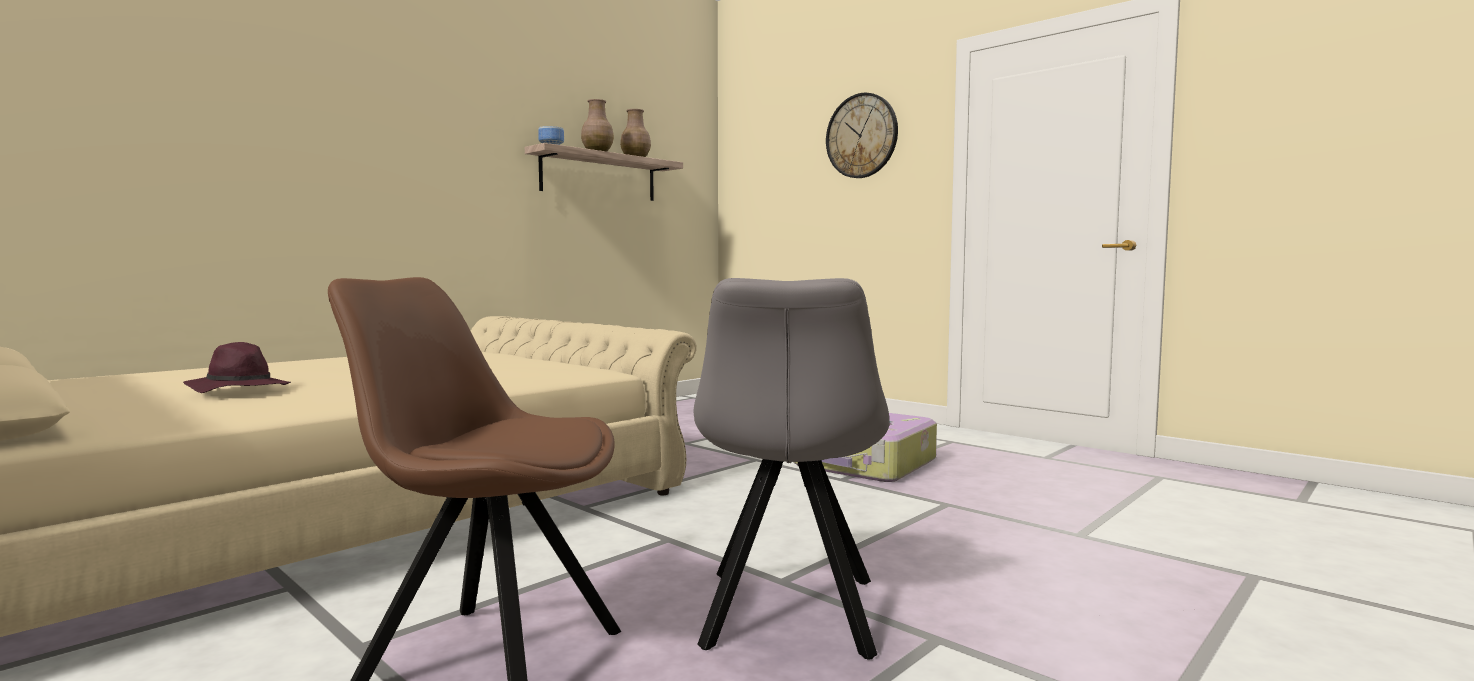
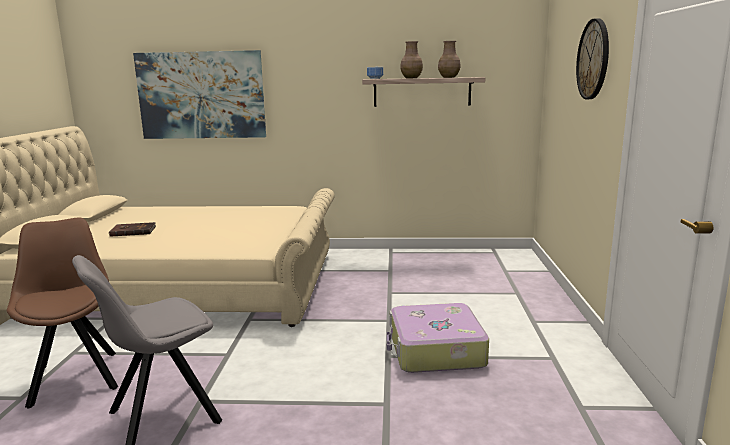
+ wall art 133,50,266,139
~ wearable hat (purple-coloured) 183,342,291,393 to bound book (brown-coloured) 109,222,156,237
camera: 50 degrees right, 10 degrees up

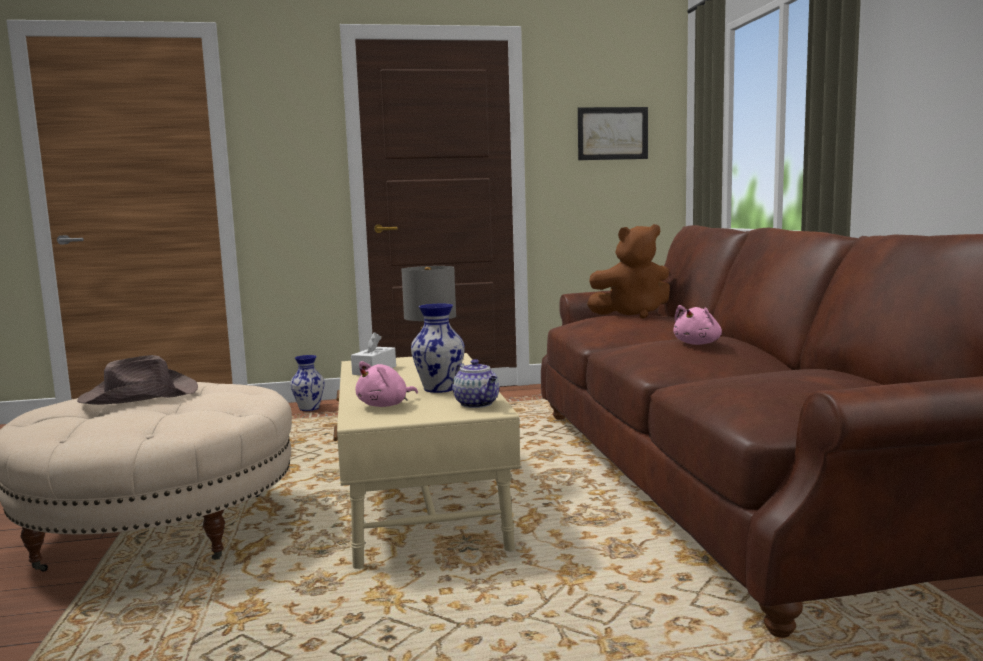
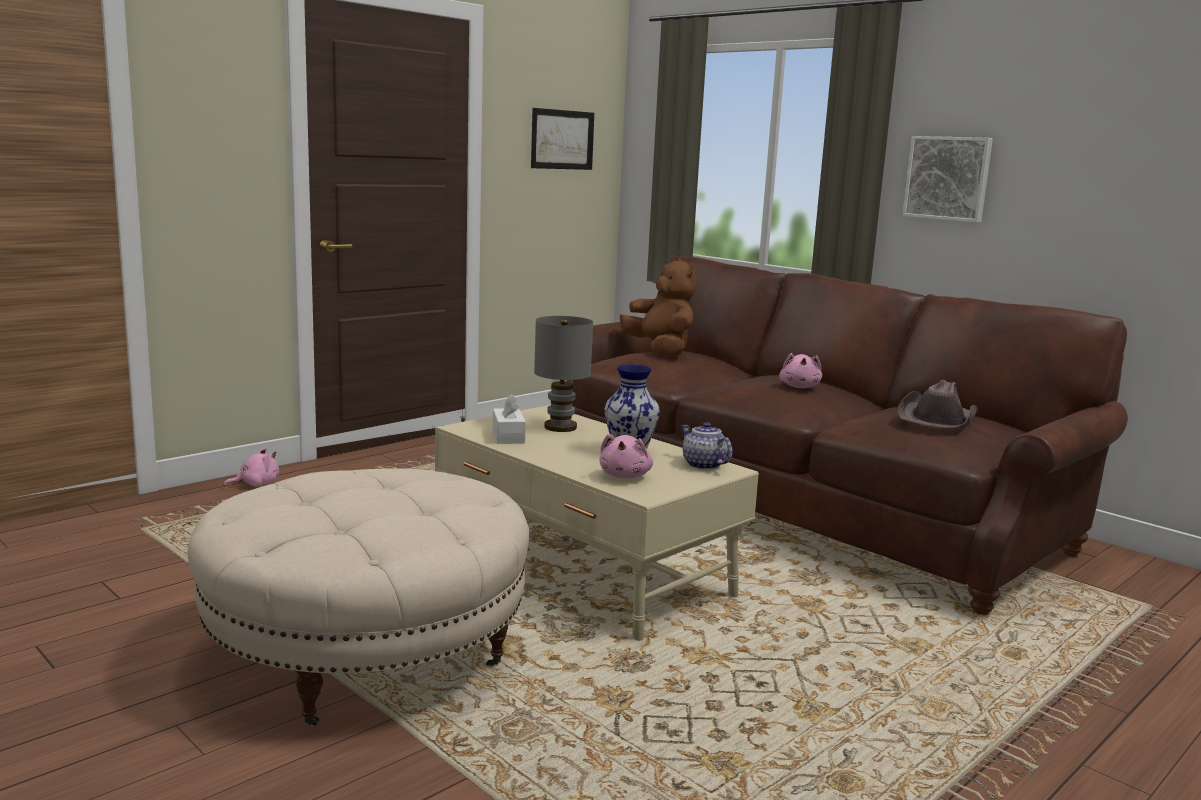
+ wall art 902,136,993,222
~ wearable hat (brown-coloured) 77,355,198,405 to 898,379,978,429
~ decorative vase 290,355,325,411 to soft toy (pink) 223,448,279,486
~ tea pot 452,359,499,408 = 681,422,733,470 150 degrees counterclockwise
~ soft toy (brown-coloured) 587,224,670,318 = 620,258,696,357 75 degrees counterclockwise
camera: 35 degrees left, 5 degrees up

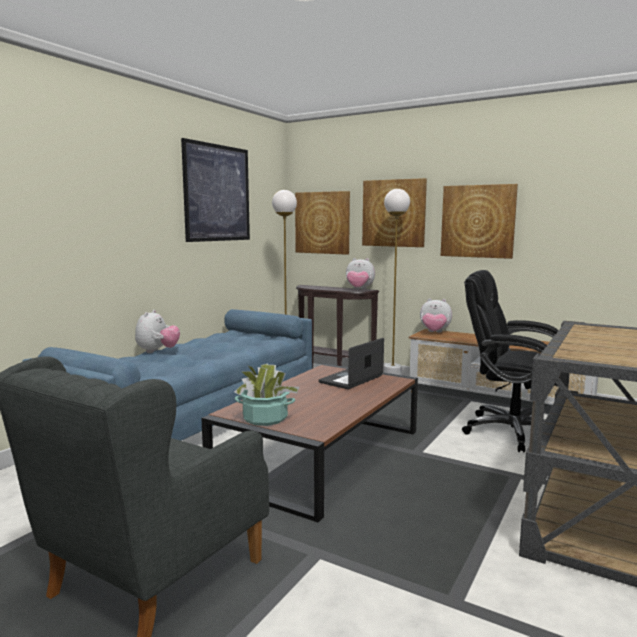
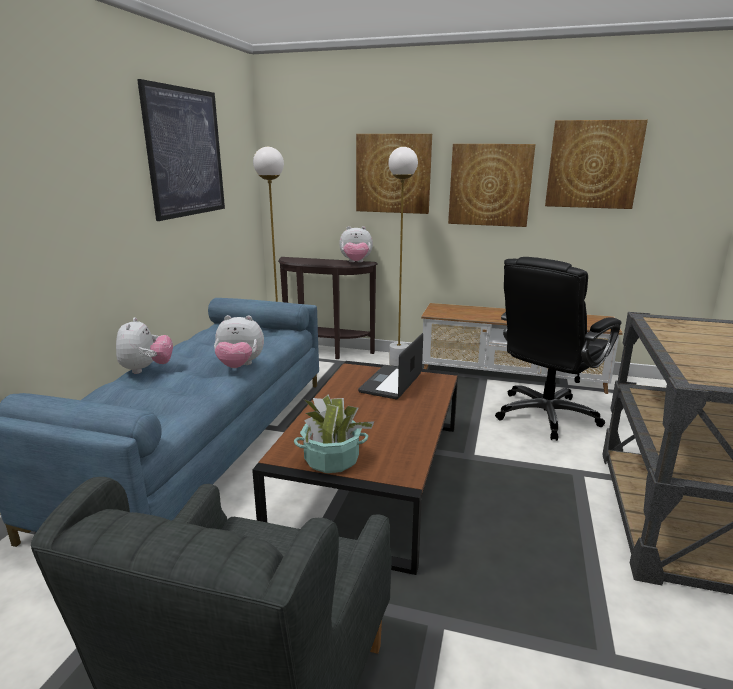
~ wall art 295,191,350,255 to 545,120,648,209
~ soft toy 420,298,452,332 to 214,315,264,368
~ desk chair (blackish) 462,270,560,453 = 495,257,621,441 60 degrees counterclockwise
camera: 15 degrees left, 10 degrees up

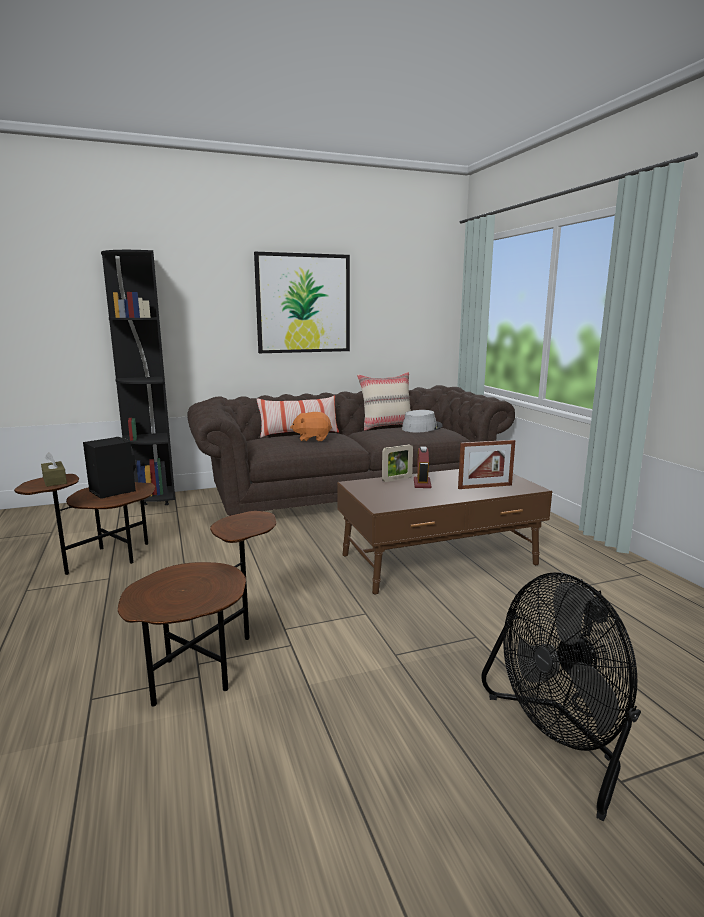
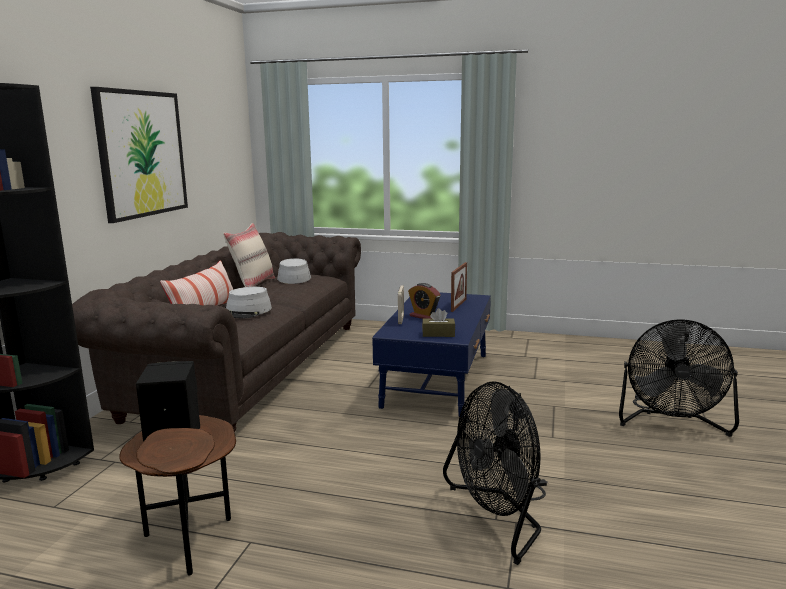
~ tissue box (brown-coloured) 41,452,67,487 to 422,308,455,337
~ side table (brown-coloured) 118,511,276,707 to fan (blackish) 443,382,549,565
~ soft toy (orange-coloured) 290,412,332,441 to wearable hat (greyish) 225,287,272,319
~ lounge table (brown-coloured) 337,469,552,594 to lounge table (bluish) 372,292,491,418
camera: 55 degrees left, 0 degrees up

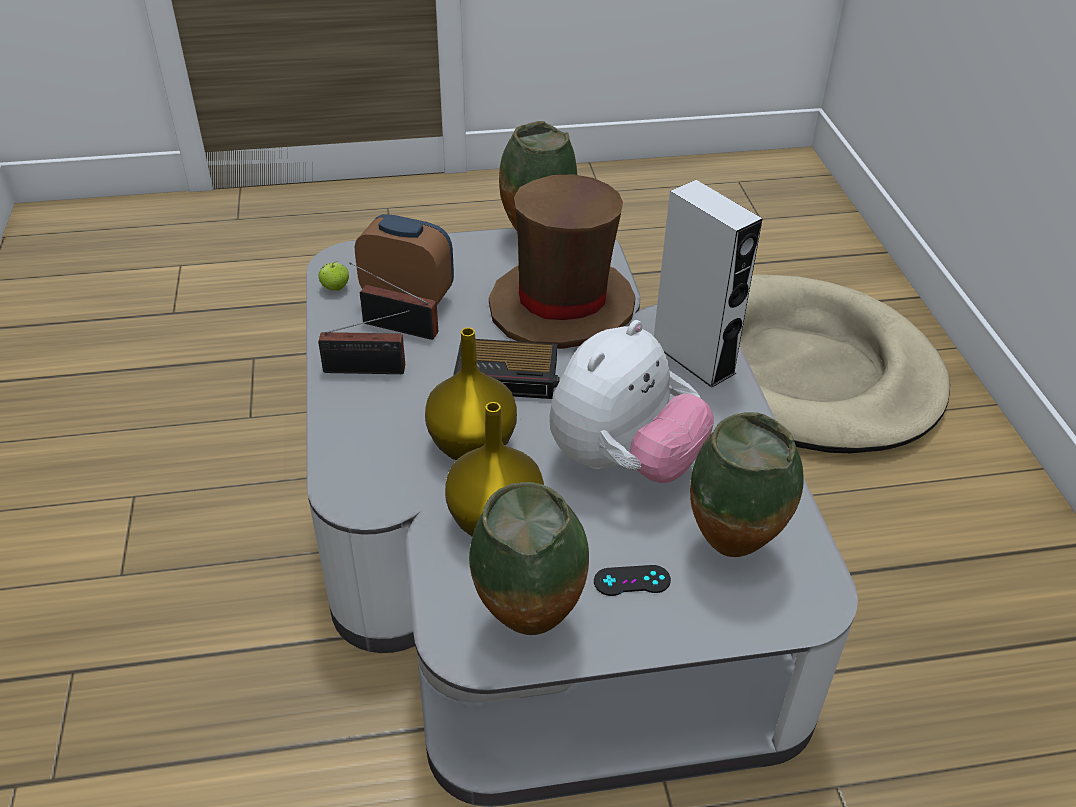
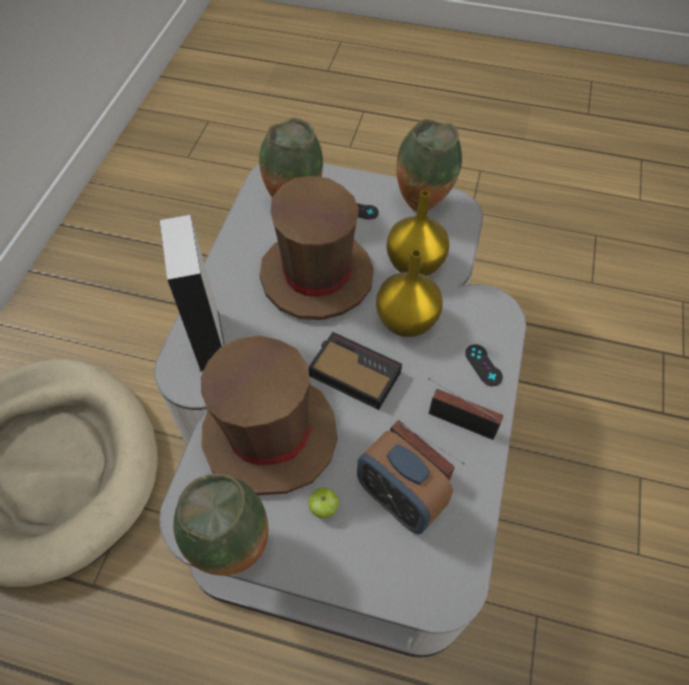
+ game controller (blackish) 465,344,503,386
~ apple 318,261,349,291 to 308,487,339,518
~ soft toy 549,320,714,483 to wearable hat (brown-coloured) 260,176,374,320
camera: 155 degrees left, 15 degrees up

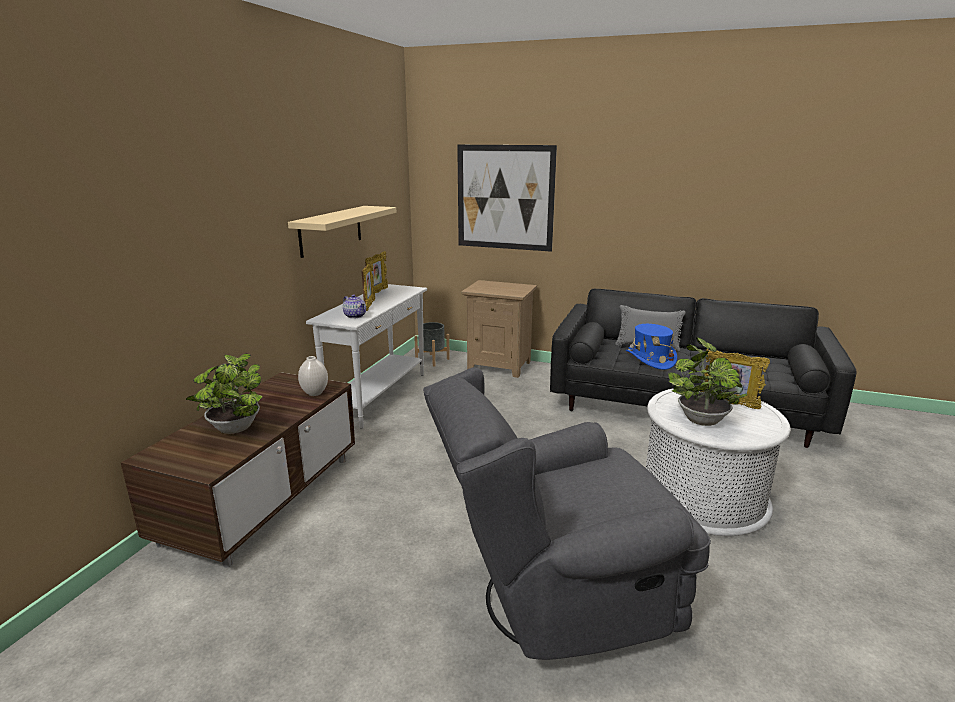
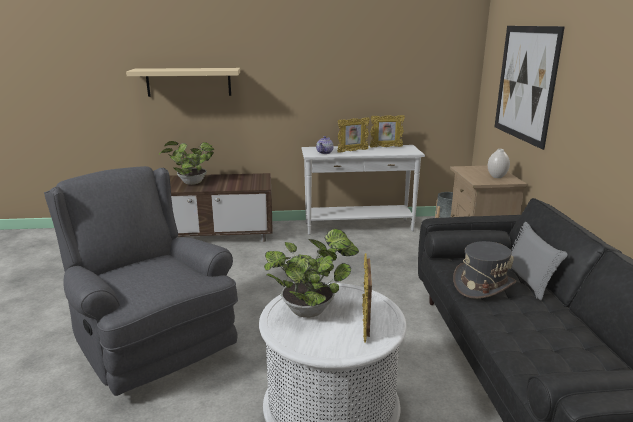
~ bracket shelf (sand-coloured) 288,206,396,258 to 126,68,240,97
~ decorative vase (whitish) 298,356,328,396 to 488,149,510,178
~ wearable hat (bluish) 626,324,677,370 to wearable hat (greyish) 453,241,516,299
camera: 65 degrees right, 0 degrees up

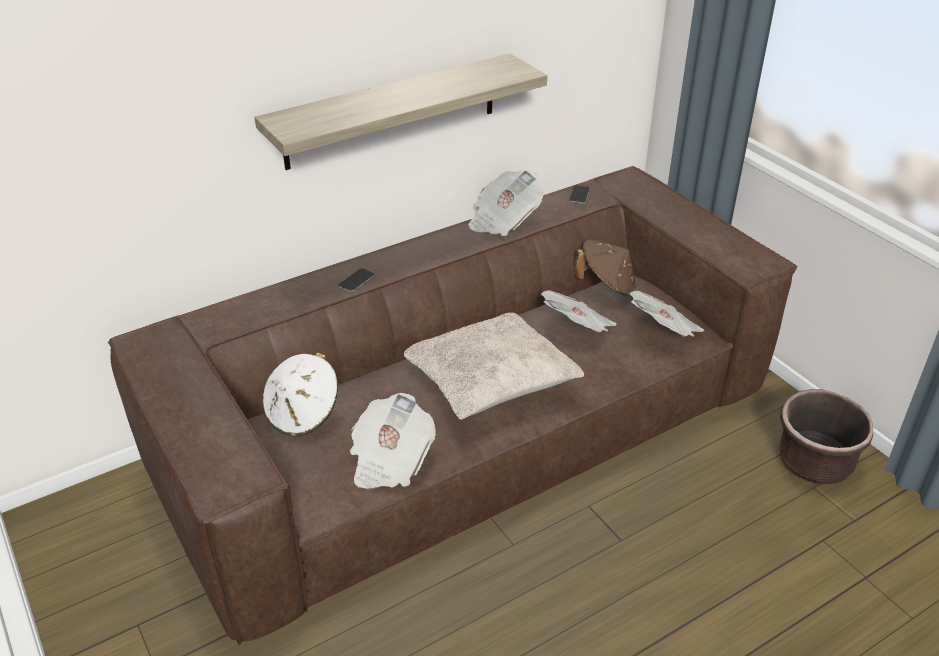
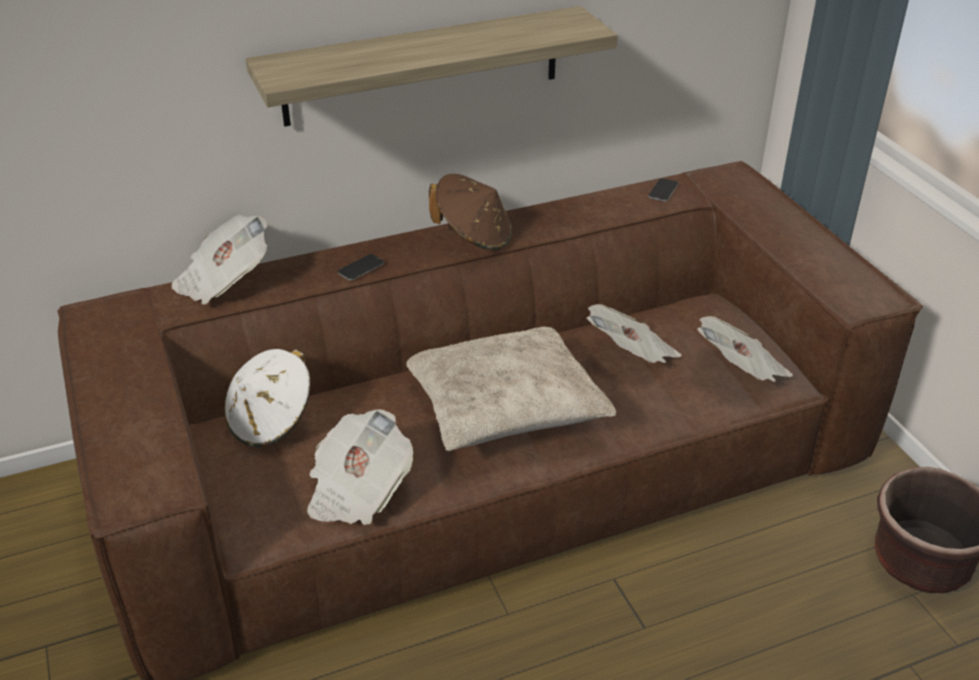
~ printed paper 468,170,543,236 to 172,215,268,305
~ wearable hat (brown-coloured) 574,239,636,296 to 429,174,512,250
camera: 10 degrees right, 0 degrees up

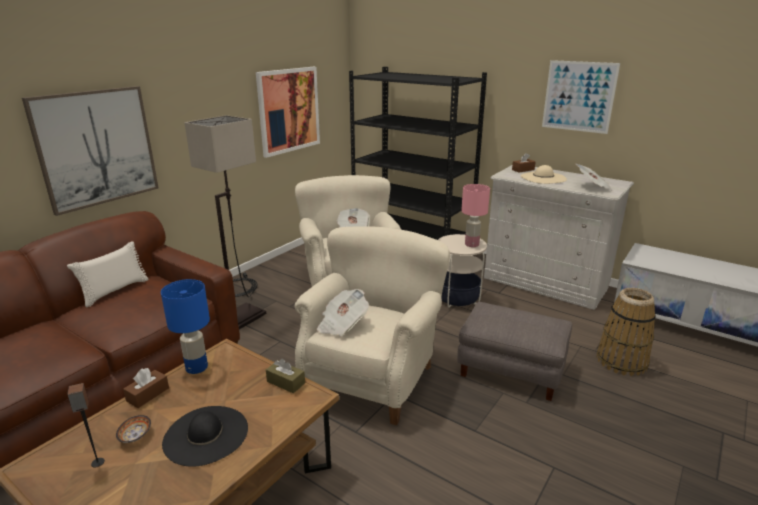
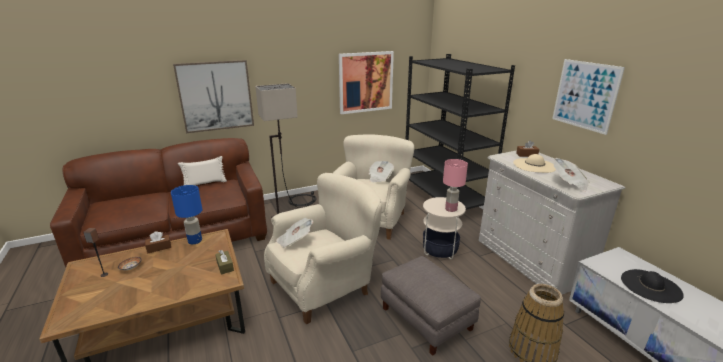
~ wearable hat (blackish) 162,406,248,467 to 621,269,684,303
camera: 30 degrees right, 0 degrees up

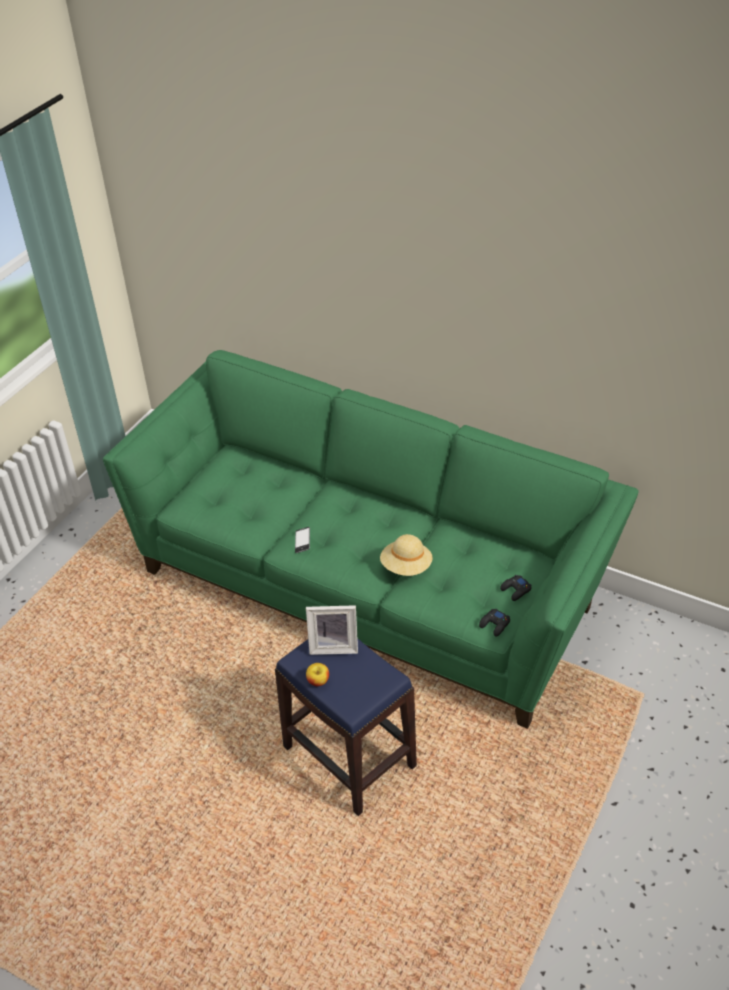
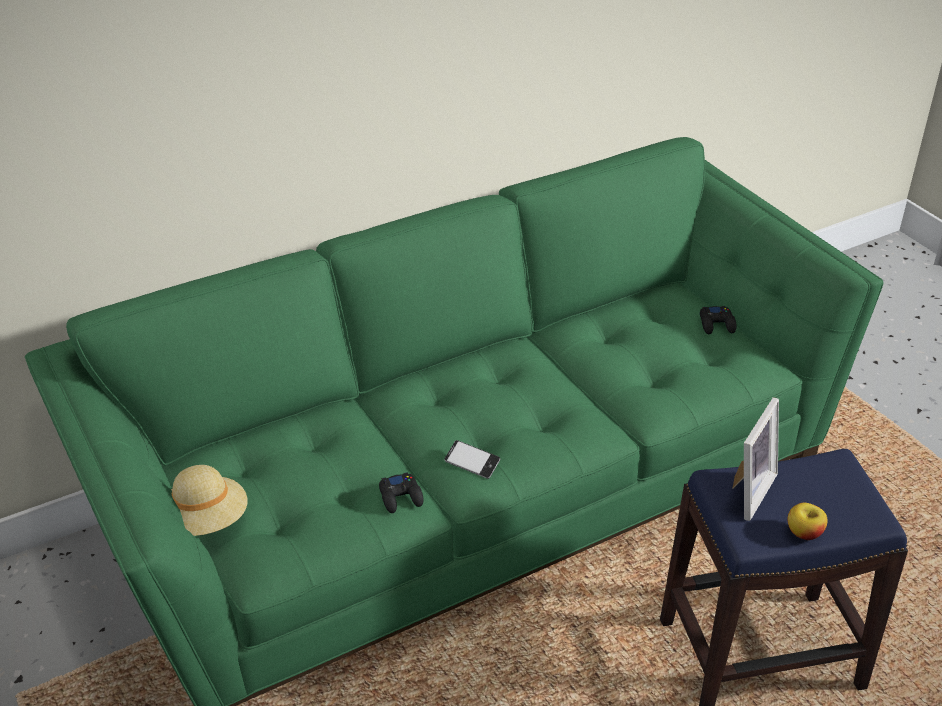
~ wearable hat (sand-coloured) 380,534,433,576 to 171,465,247,536
~ game controller (blackish) 479,609,510,636 to 379,472,424,513
camera: 60 degrees left, 5 degrees down

